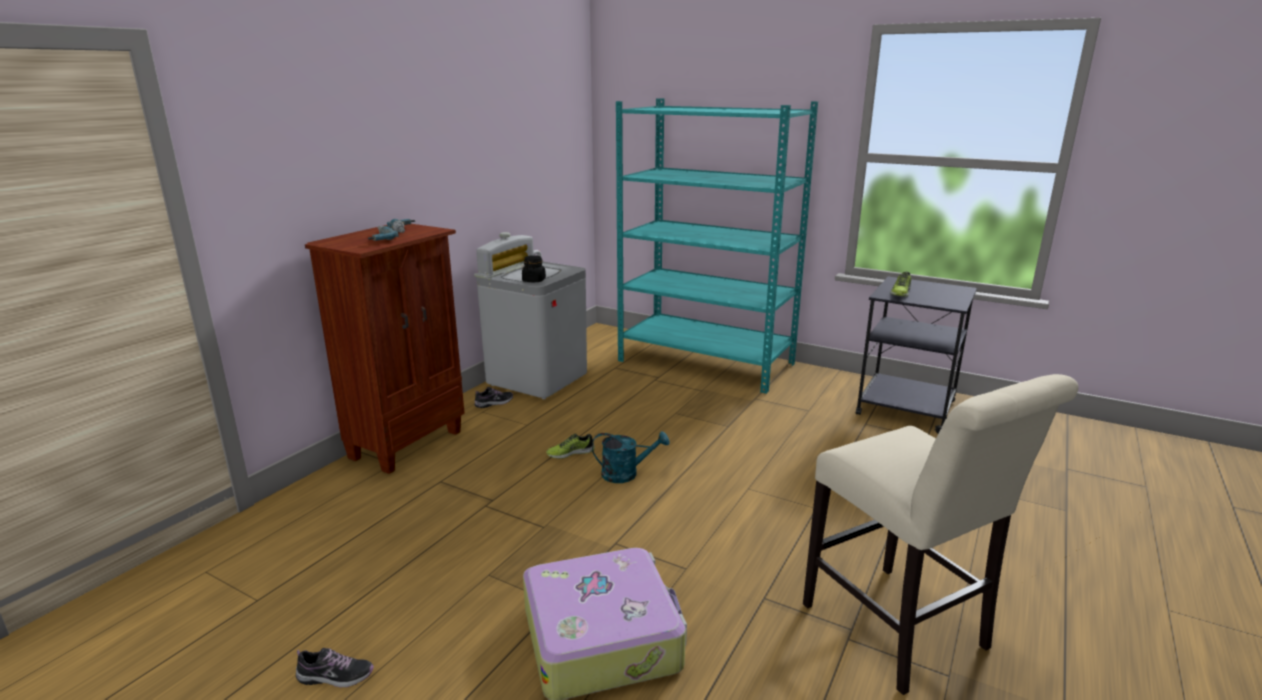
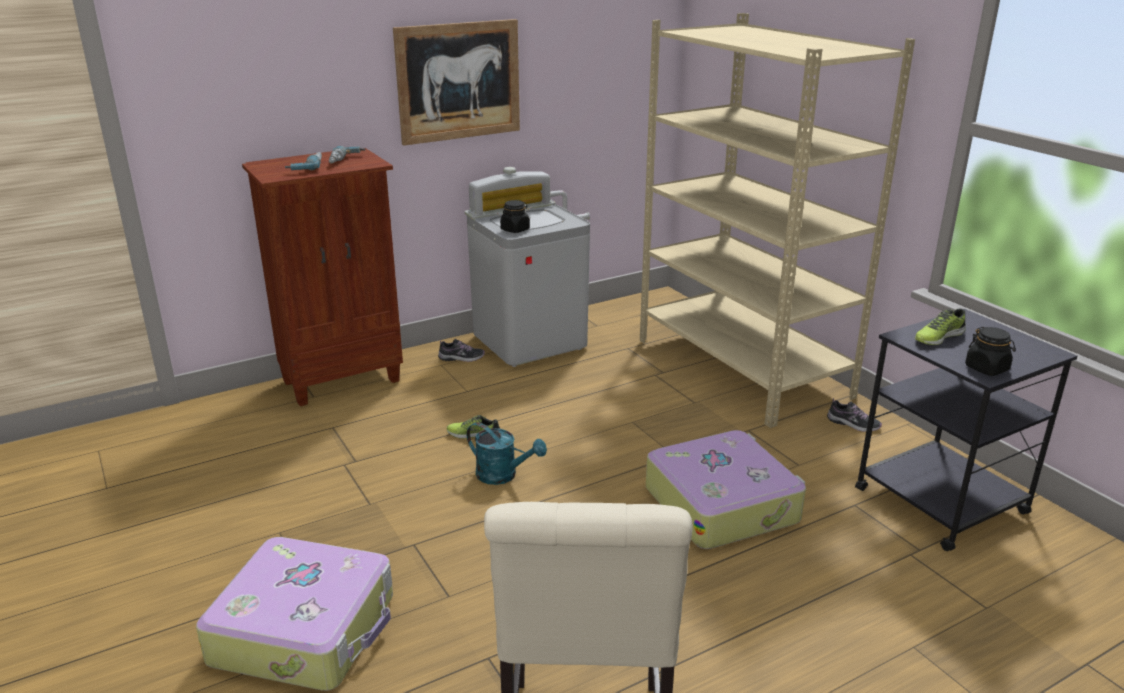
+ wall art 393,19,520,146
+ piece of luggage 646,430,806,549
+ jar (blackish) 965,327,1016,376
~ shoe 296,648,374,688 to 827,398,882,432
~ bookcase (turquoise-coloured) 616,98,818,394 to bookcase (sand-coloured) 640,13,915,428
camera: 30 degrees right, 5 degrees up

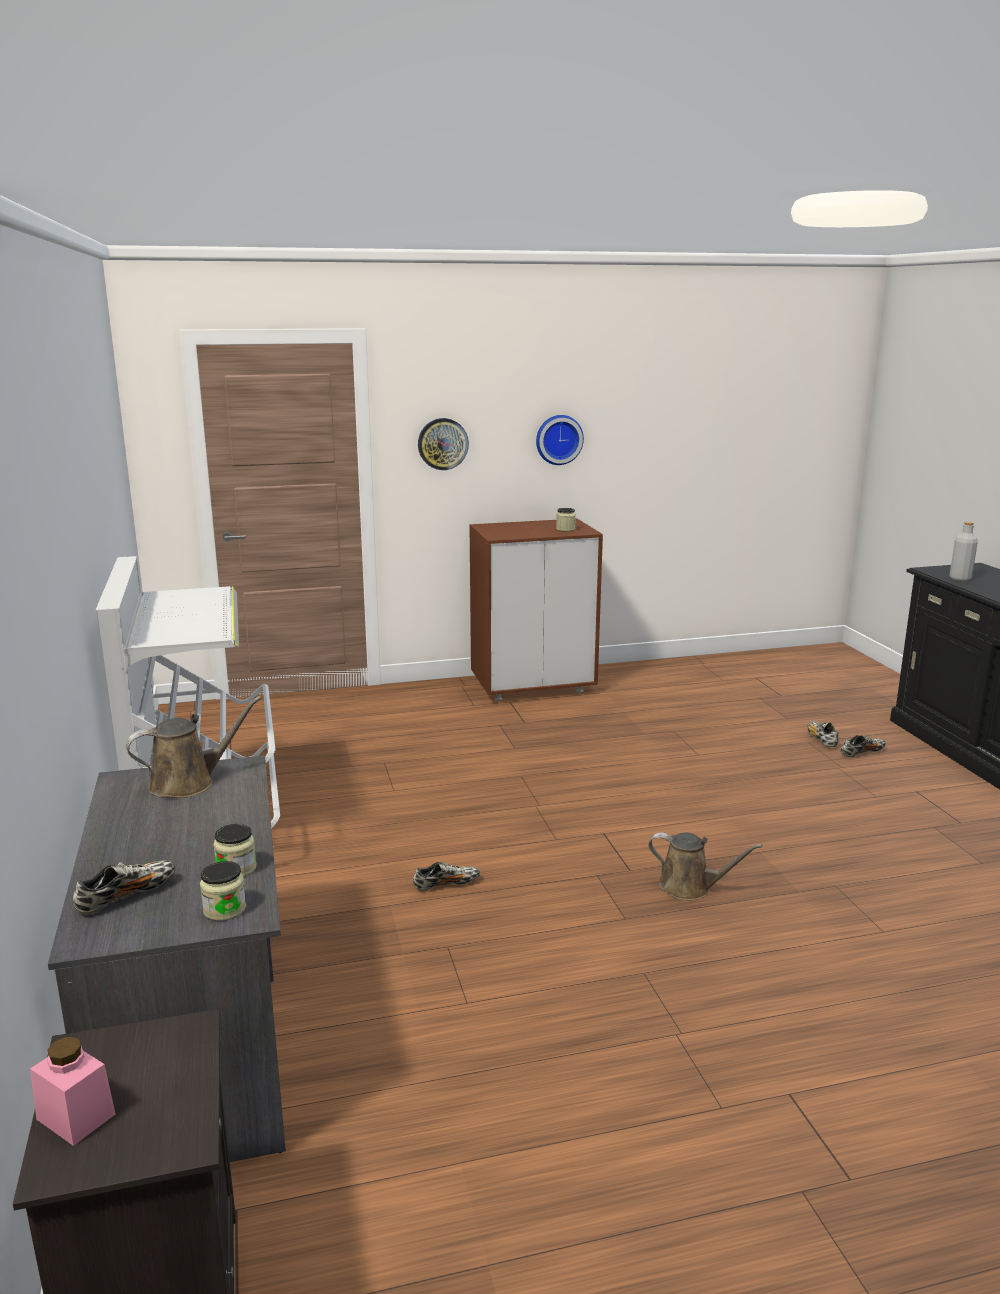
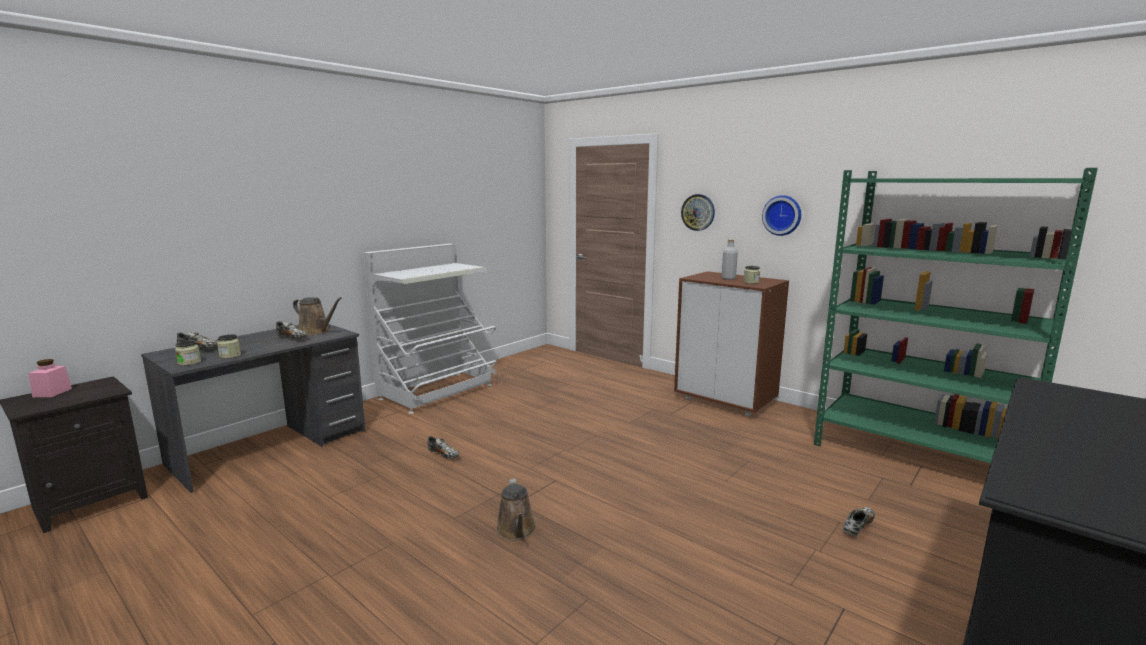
+ bookcase (greenish) 814,168,1098,463
~ shoe 841,735,886,757 to 276,321,307,339
~ beverage bottle (greyish) 949,521,978,581 to 721,239,738,280
camera: 55 degrees right, 5 degrees down

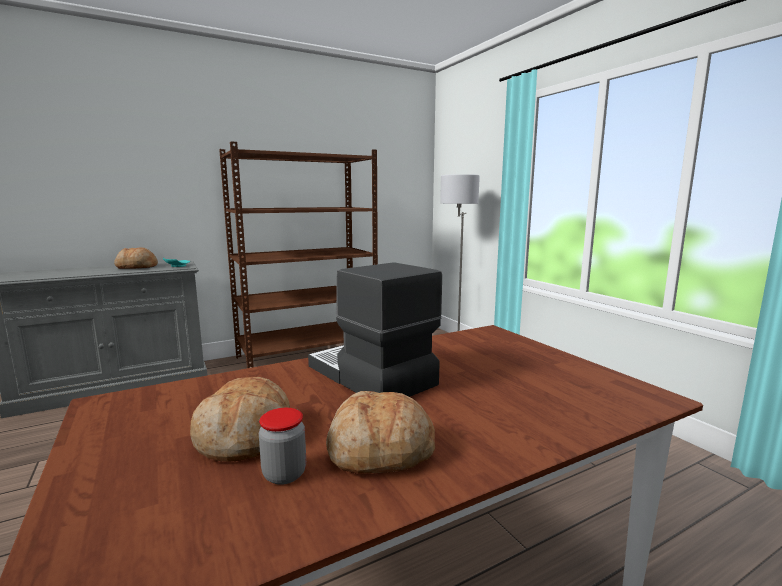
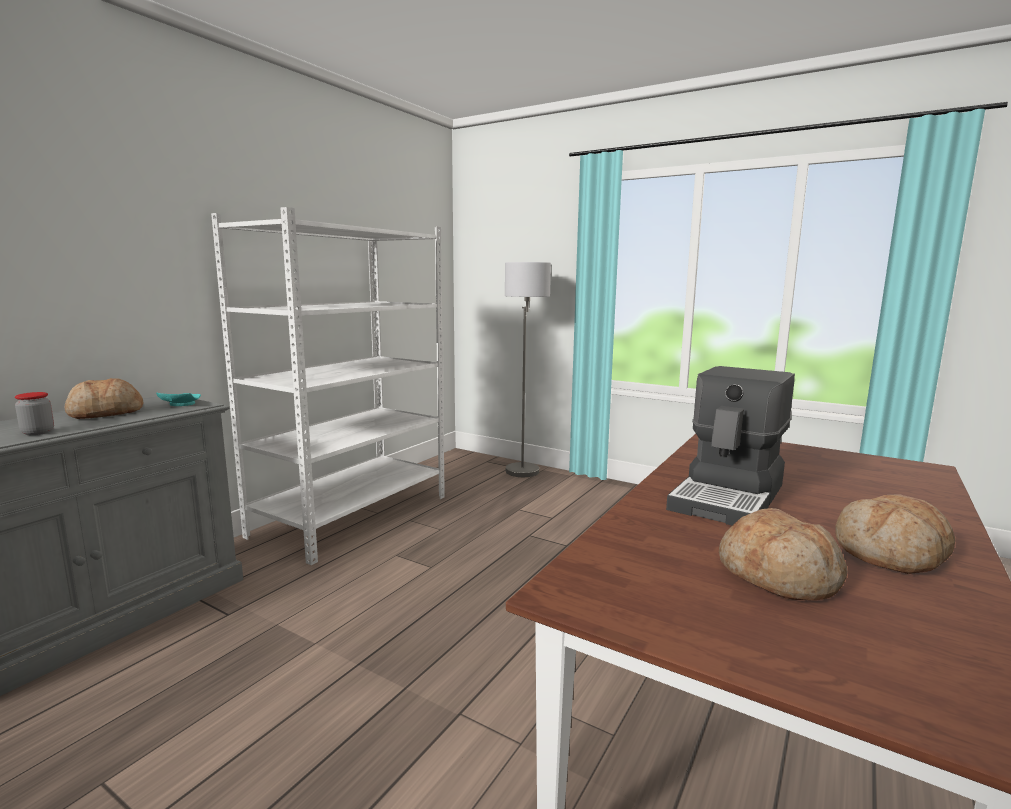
~ jar 259,408,306,485 to 15,392,54,435
~ bookcase (brown-coloured) 219,141,378,368 to bookcase (whitish) 211,207,445,565
~ coffee brewer 308,262,442,397 = 666,366,795,526 75 degrees counterclockwise
camera: 30 degrees left, 0 degrees up

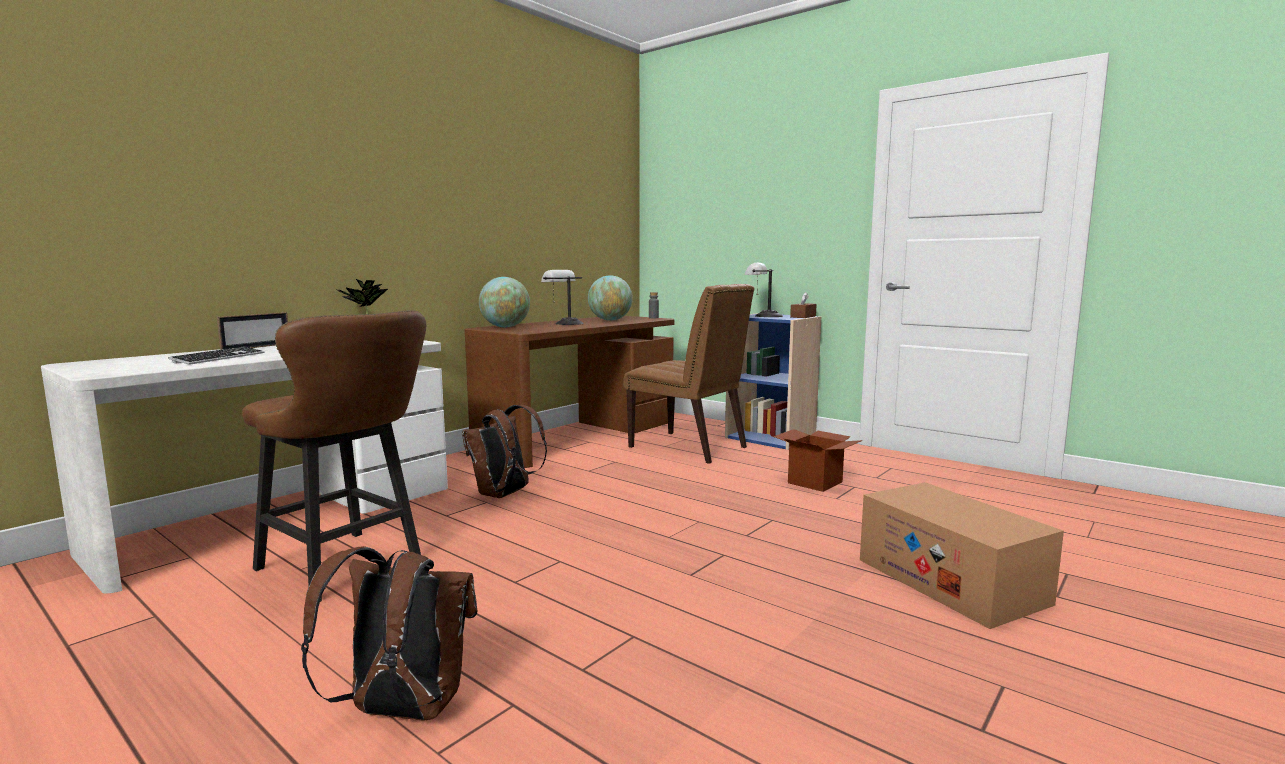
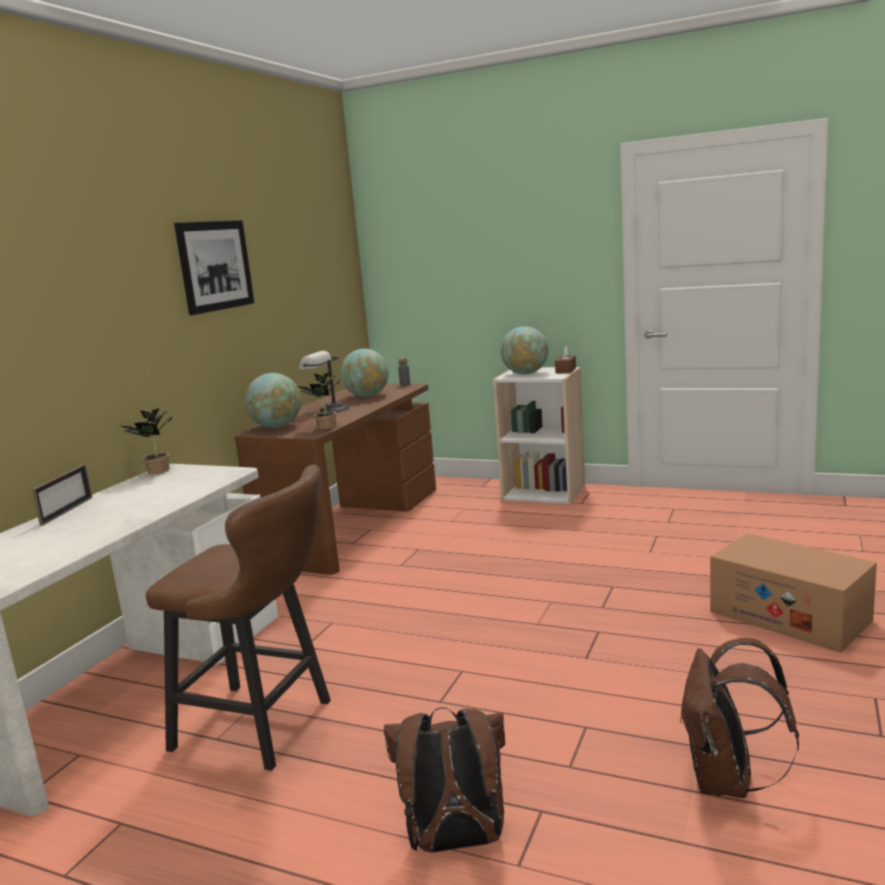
- computer keyboard 168,346,265,365
- plain chair (brown-coloured) 623,284,755,464
- cardboard box 773,429,863,492
+ wall art 174,220,254,315
+ potted plant 297,373,341,429
~ knapsack (brown-coloured) 462,405,547,498 to 679,638,799,798
~ tabletop lamp 744,263,783,317 to desk globe 501,326,549,374
~ bookcase (bluish) 725,313,821,450 to bookcase (whitish) 493,367,585,504
camera: 15 degrees left, 5 degrees up

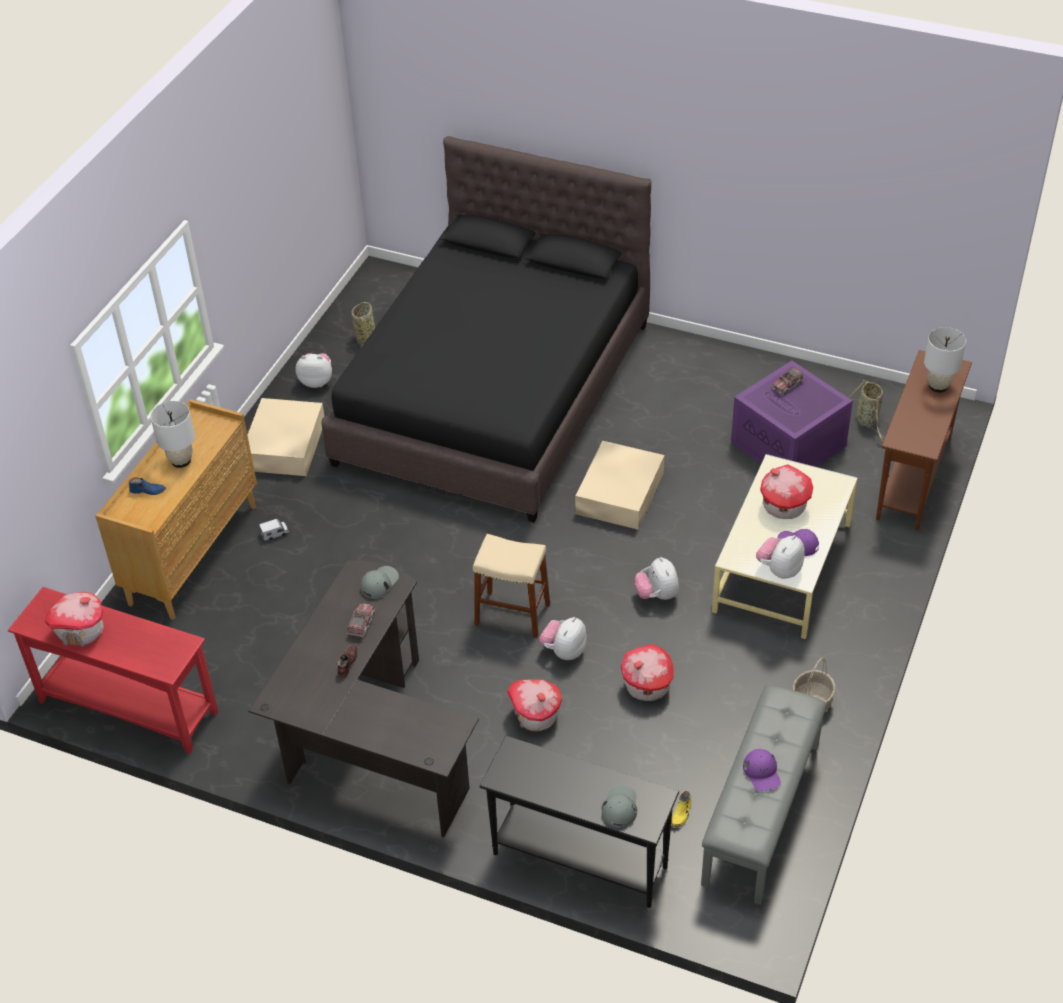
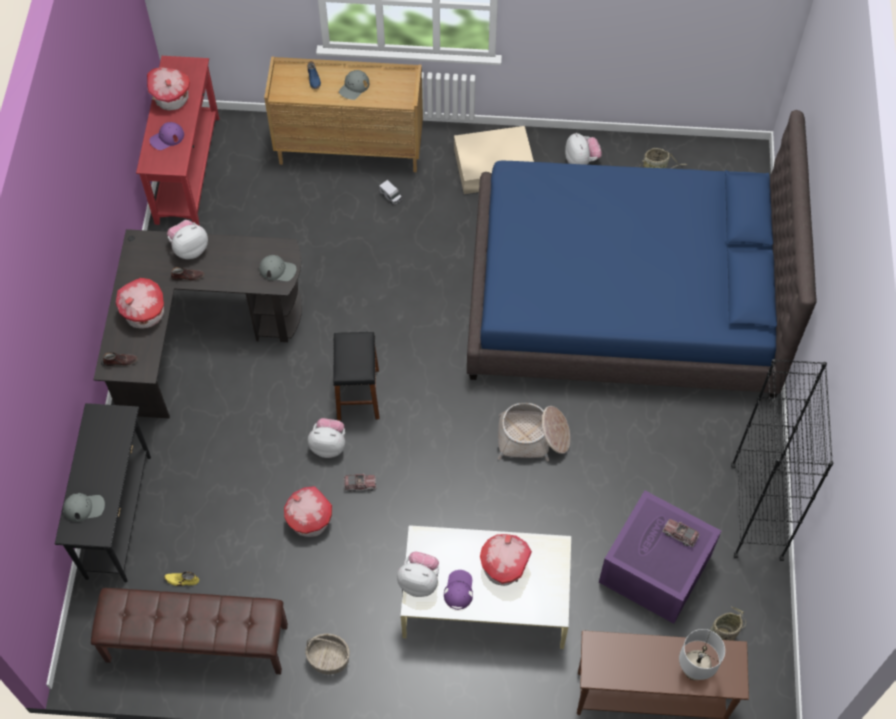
+ shoe (brown-coloured) 103,352,138,366
+ bookcase (blackish) 731,359,834,561
~ toy truck 347,604,375,637 to 344,473,376,492
~ model house 507,680,562,731 to 116,278,164,329
~ soft toy 634,557,679,600 to 167,220,208,259
~ baseball cap (purple-coloured) 743,749,781,791 to 149,122,184,150
~ tabletop lamp (whitish) 151,401,195,468 to baseball cap (greyish) 339,70,369,100
~ storage box (sand-coloured) 575,441,664,530 to storage basket 498,403,570,461
~ bedroom bed (blackish) 321,136,651,523 to bedroom bed (bluish) 467,110,817,397
~ stool seat (sand-coloured) 473,534,550,638 to stool seat (blackish) 333,332,380,421
~ indoor bench (greyish) 701,685,827,905 to indoor bench (brown-coloured) 91,588,288,674
camera: 70 degrees right, 15 degrees up

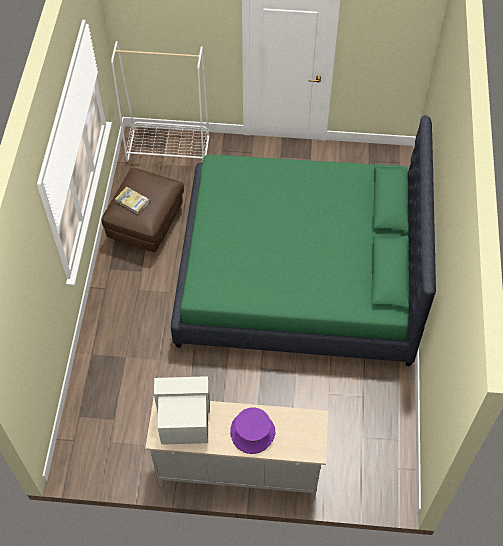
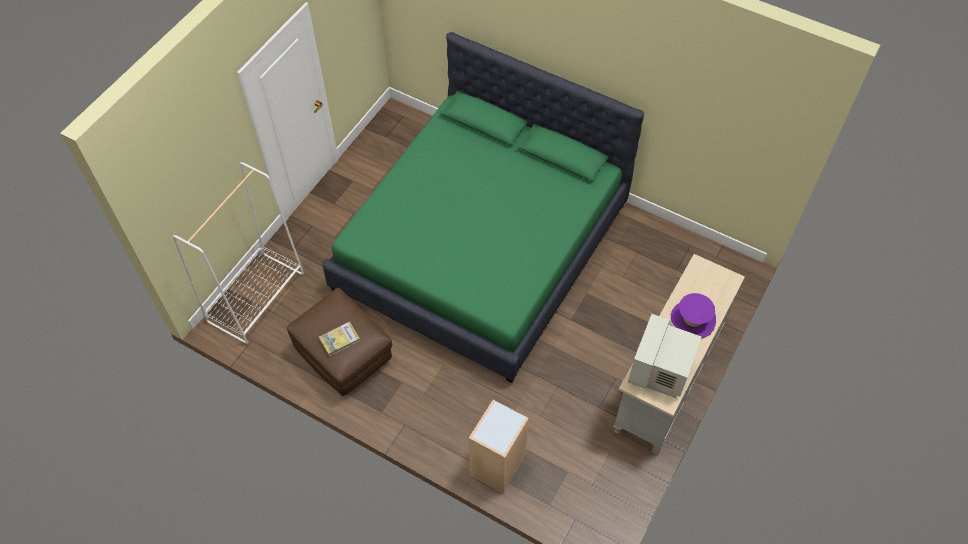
+ bookcase 469,400,529,493
camera: 65 degrees left, 0 degrees up

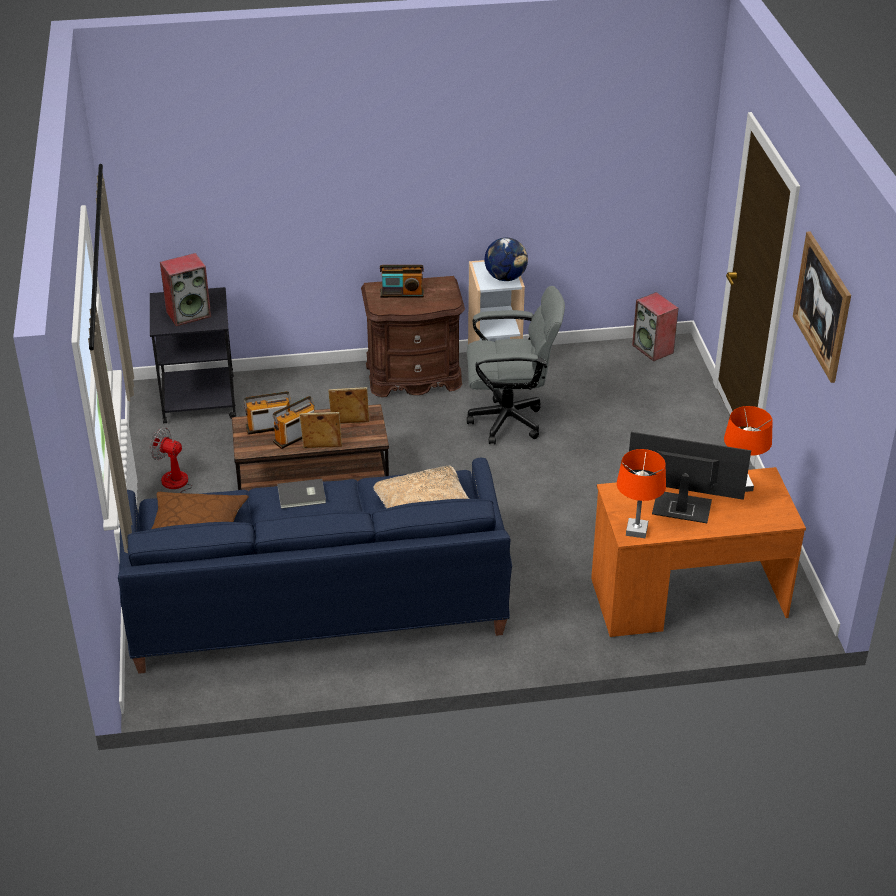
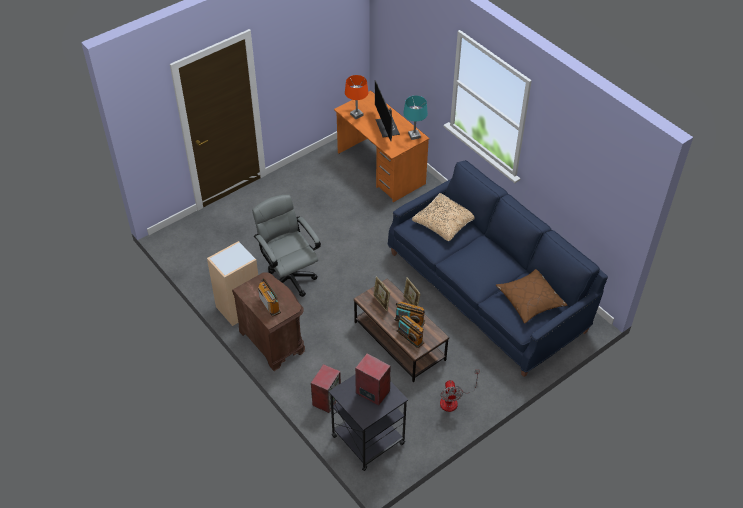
- bound book (greyish) 277,479,326,509
- desk globe 485,238,528,281
- wall art 793,231,851,383
~ speaker 632,292,679,361 to 311,364,341,413
~ tabletop lamp (orange-coloured) 617,449,666,538 to tabletop lamp (turquoise-coloured) 403,96,428,140
camera: 120 degrees left, 10 degrees up

